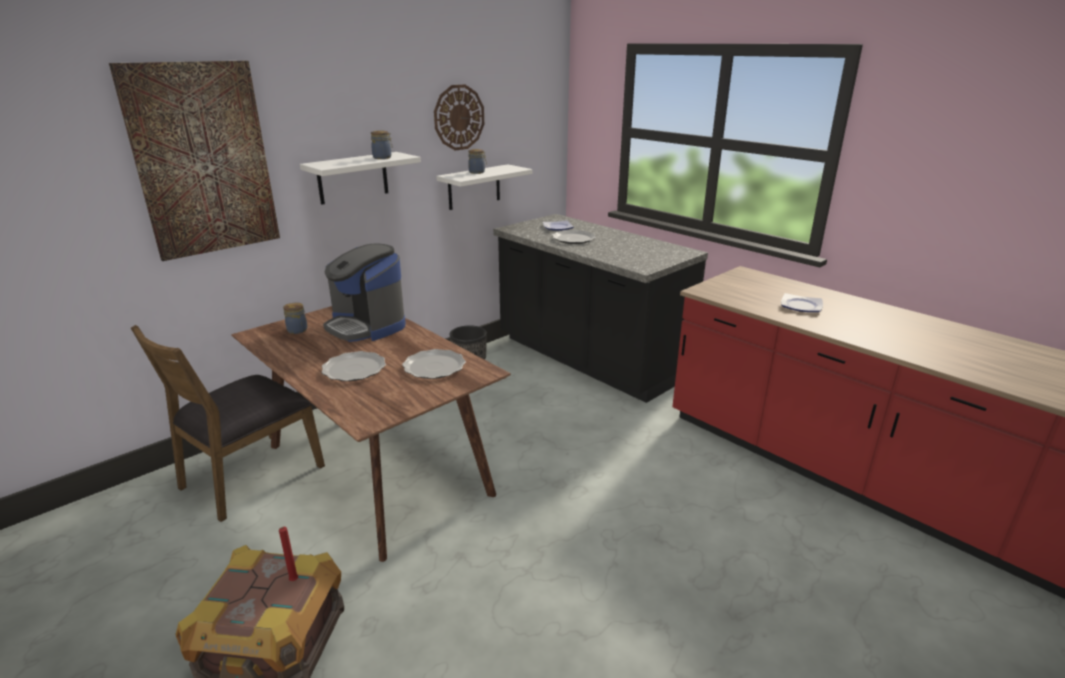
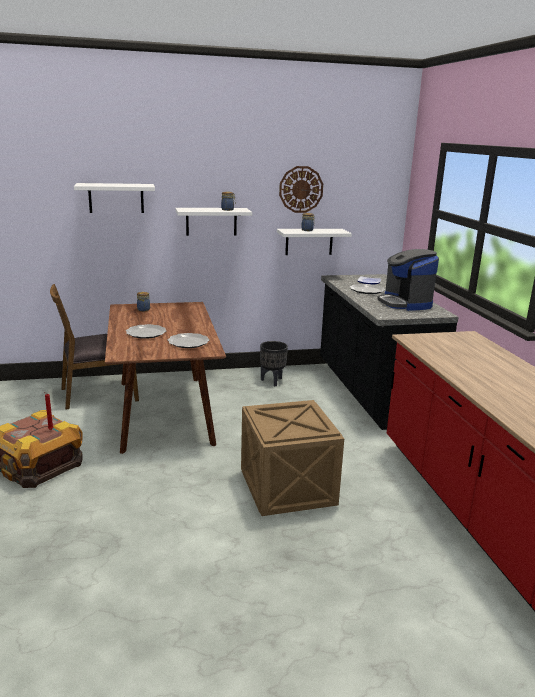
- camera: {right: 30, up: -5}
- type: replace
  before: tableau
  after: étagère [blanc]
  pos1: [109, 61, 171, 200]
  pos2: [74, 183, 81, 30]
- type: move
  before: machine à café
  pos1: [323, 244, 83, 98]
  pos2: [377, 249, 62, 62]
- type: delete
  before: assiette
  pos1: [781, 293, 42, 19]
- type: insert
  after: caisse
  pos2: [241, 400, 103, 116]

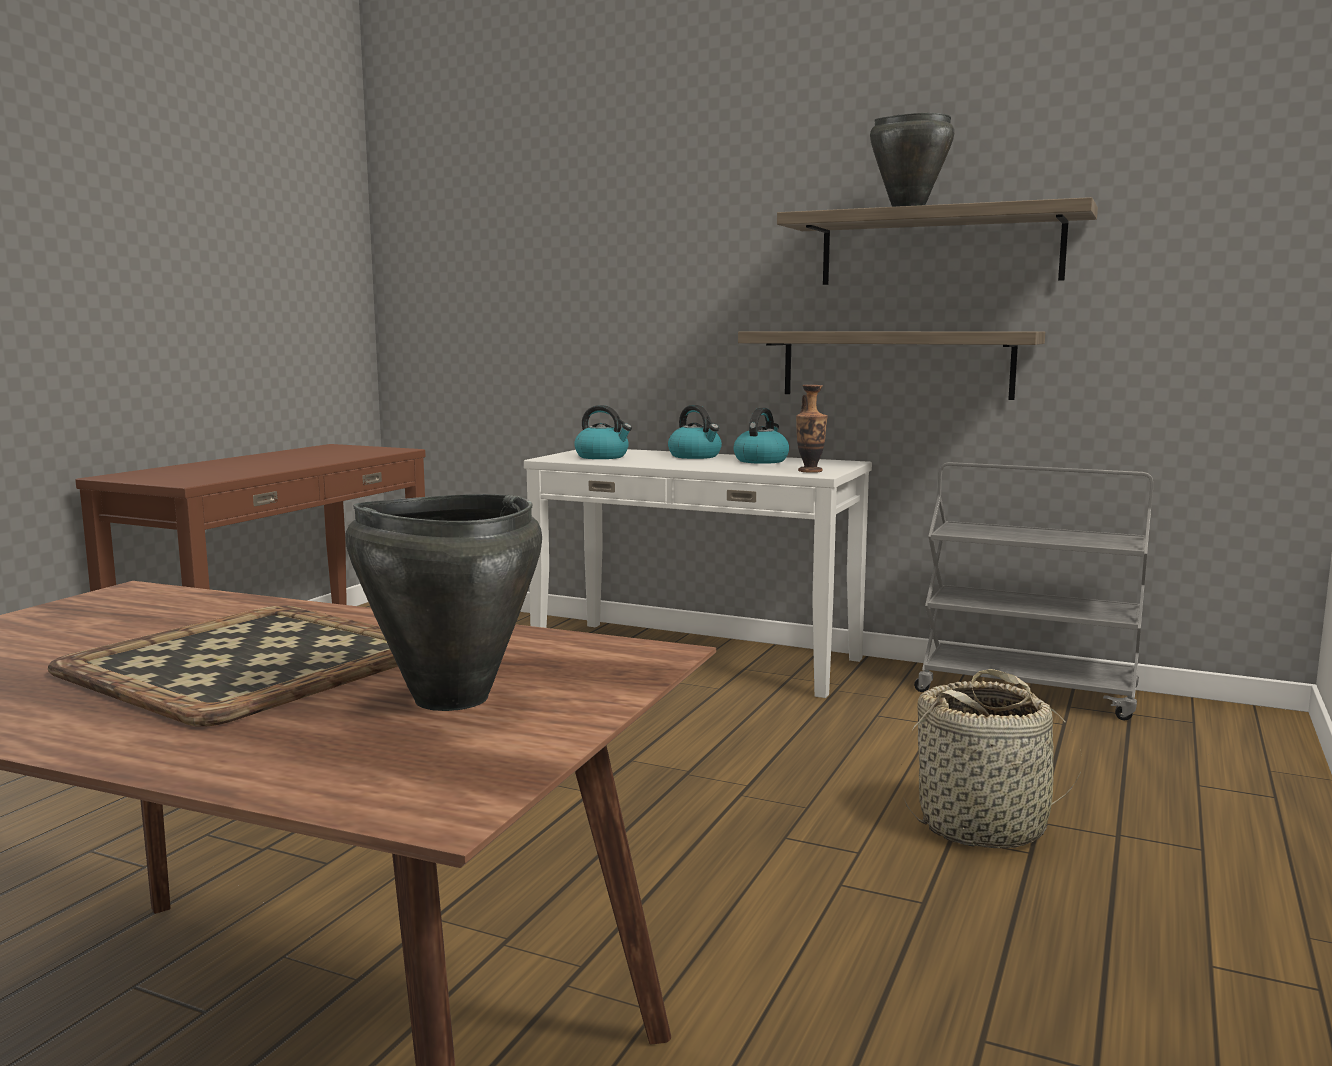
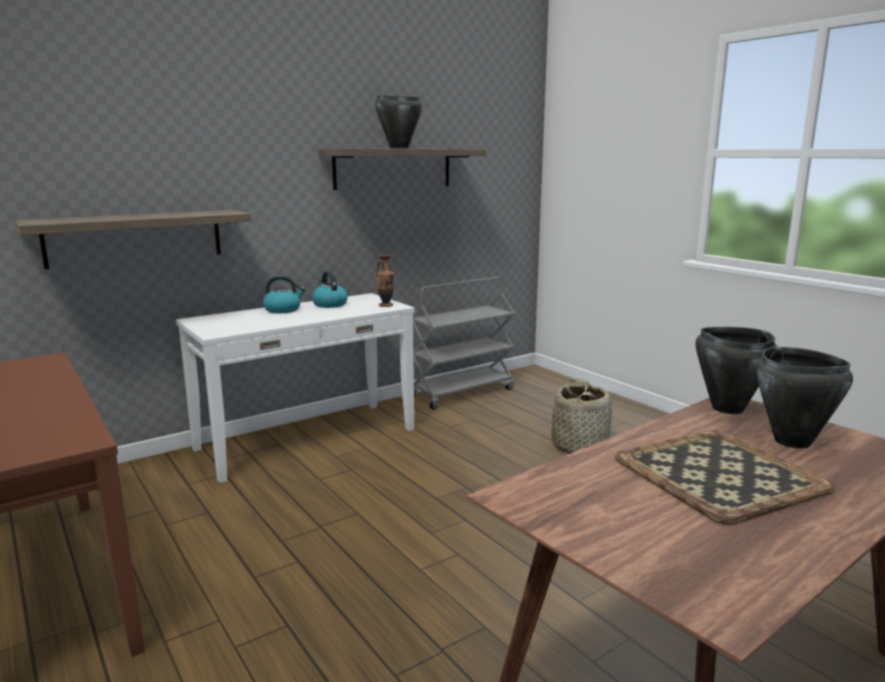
- camera: {right: -60, up: 5}
- type: delete
  before: bouilloire
  pos1: [574, 405, 58, 54]
- type: move
  before: étagère
  pos1: [738, 331, 307, 69]
  pos2: [14, 210, 237, 59]
- type: insert
  after: marmite [noir]
  pos2: [695, 327, 82, 87]

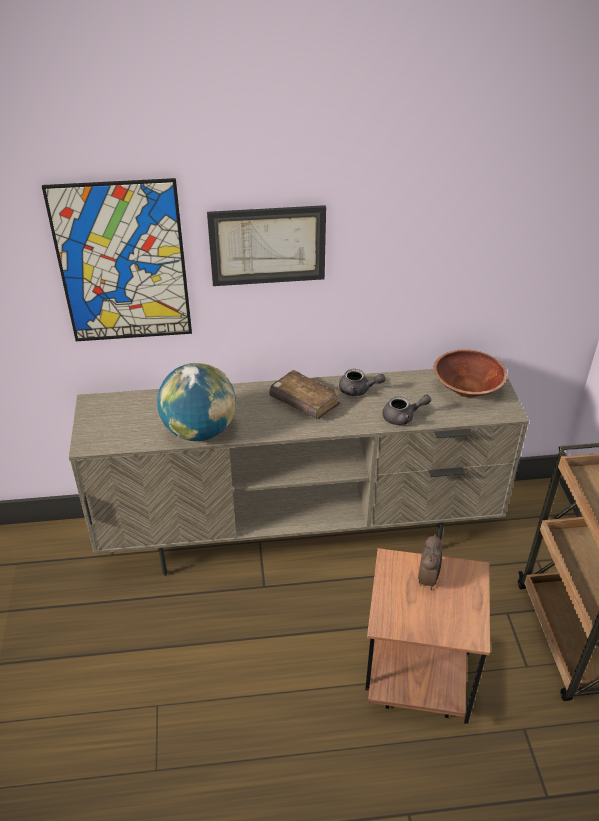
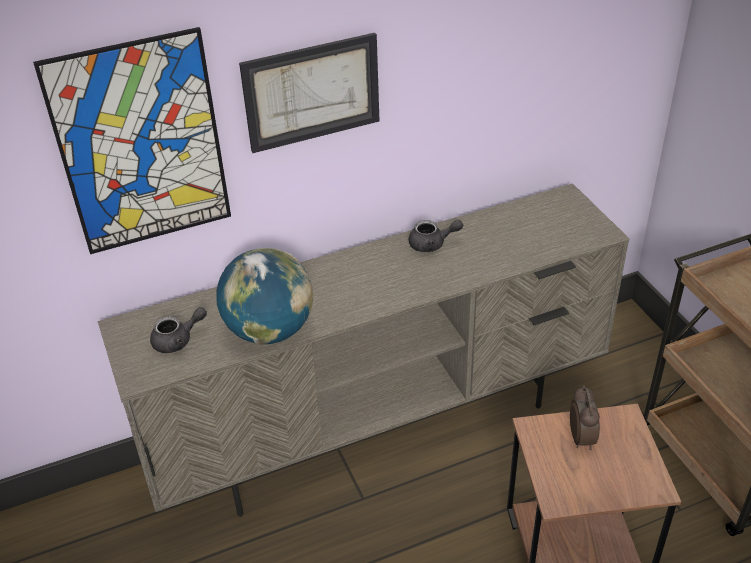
- camera: {right: -15, up: 0}
- type: delete
  before: livre [marron]
  pos1: [269, 370, 72, 49]
- type: move
  before: théière [gris]
  pos1: [382, 394, 49, 31]
  pos2: [150, 307, 57, 46]
- type: delete
  before: bol [marron]
  pos1: [434, 349, 73, 48]

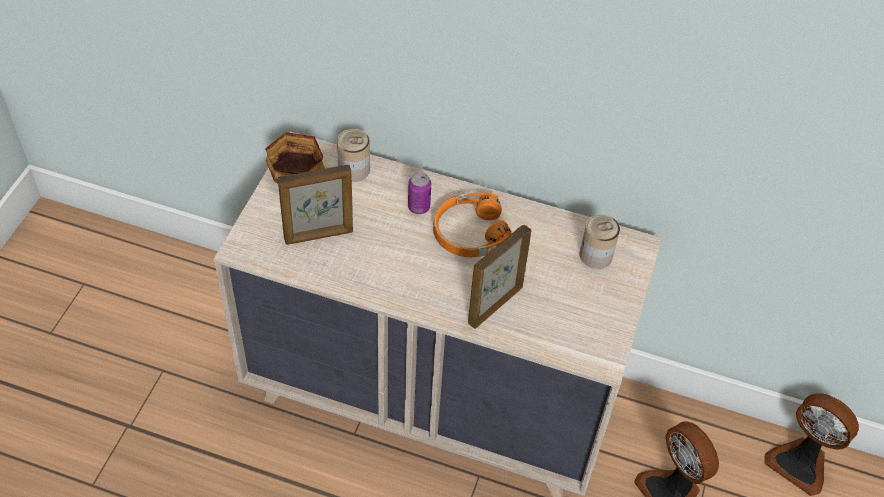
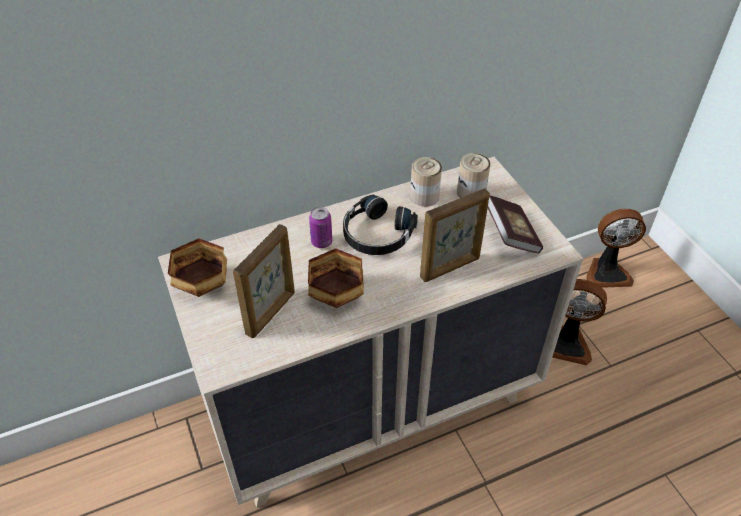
- camera: {right: -40, up: -5}
- type: move
  before: boîte métallique
  pos1: [337, 129, 33, 53]
  pos2: [410, 157, 32, 50]
- type: recolor
  before: casque audio [orange]
  after: casque audio [noir]
  pos1: [433, 192, 79, 65]
  pos2: [343, 194, 75, 61]
- type: rotate
  before: cadre photo
  pos1: [468, 225, 63, 104]
  pos2: [420, 189, 70, 93]
  turn: -120
- type: insert
  after: bol
  pos2: [308, 248, 56, 60]
- type: insert
  after: livre
  pos2: [488, 195, 55, 59]

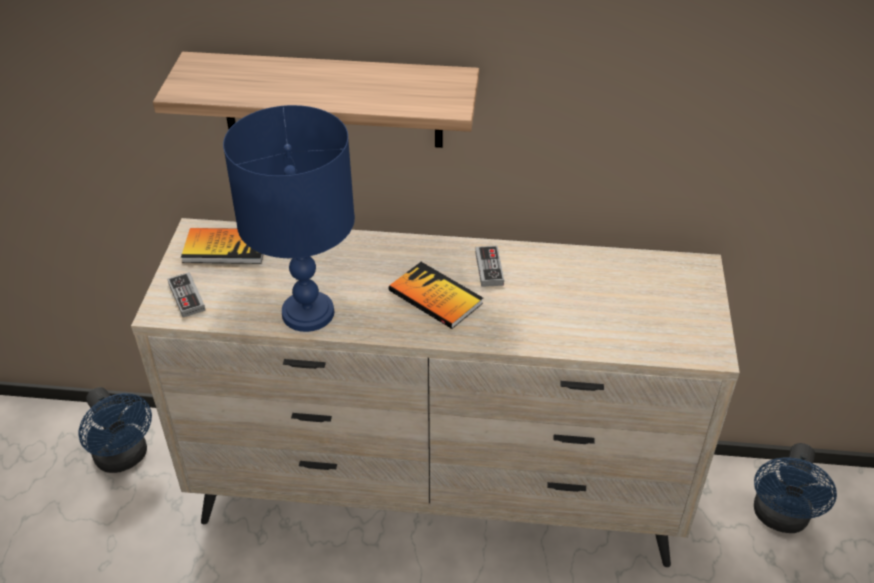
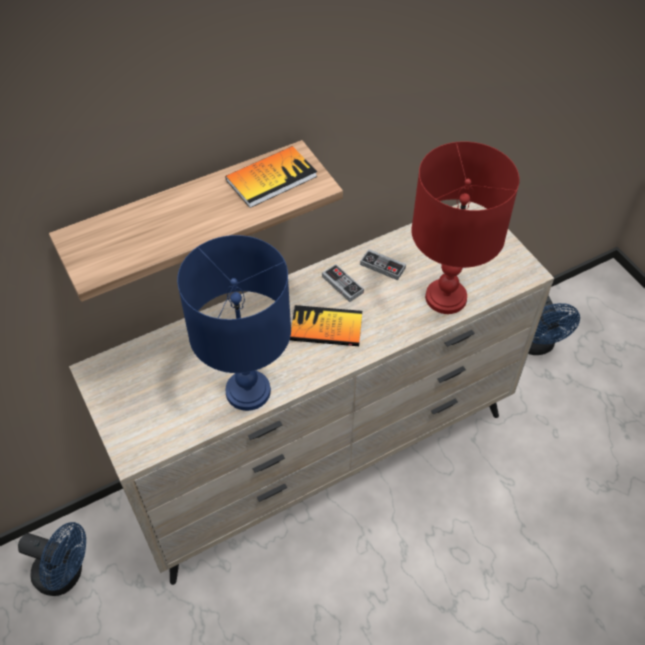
- camera: {right: -35, up: 10}
- type: move
  before: manette
  pos1: [167, 272, 39, 46]
  pos2: [360, 249, 46, 31]
- type: move
  before: livre
  pos1: [181, 228, 82, 36]
  pos2: [225, 146, 92, 62]
- type: insert
  after: lampe de table [rouge]
  pos2: [411, 141, 108, 173]

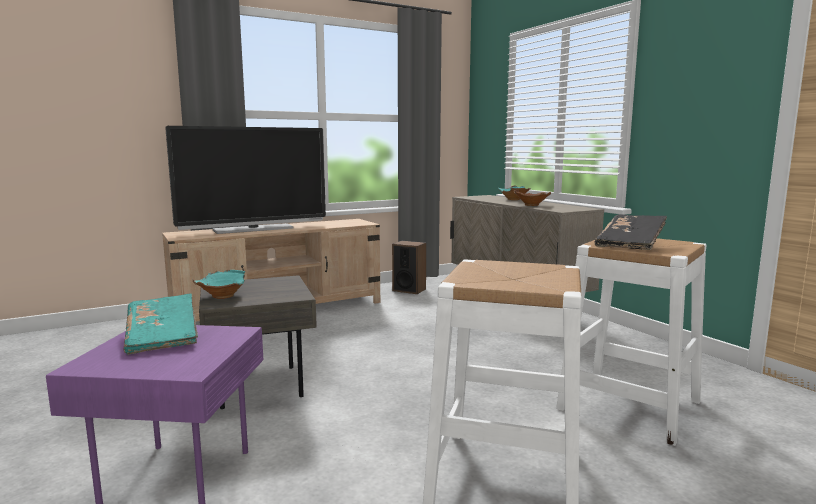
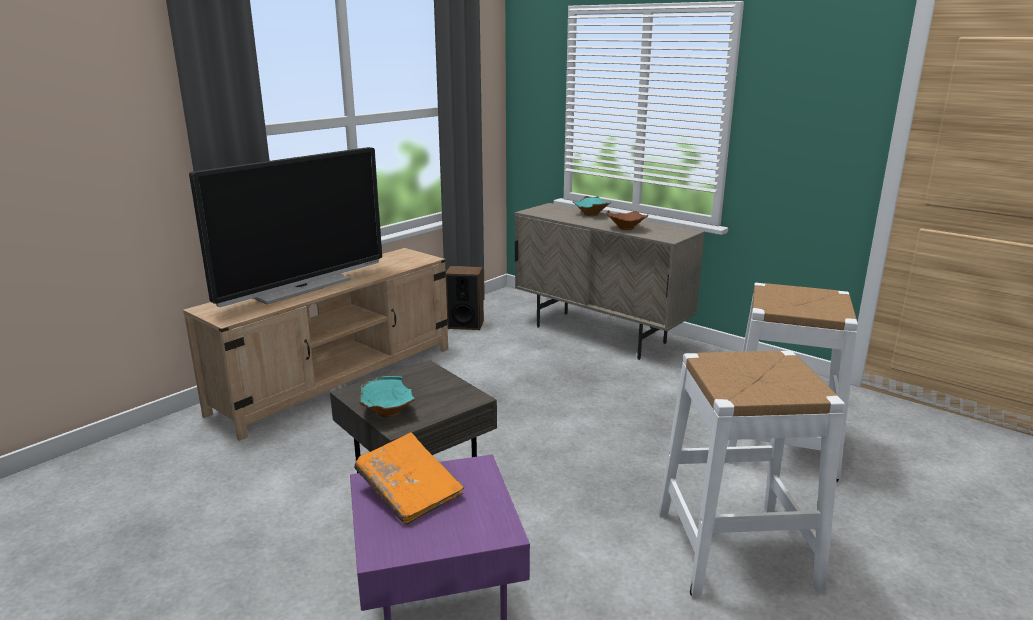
- camera: {right: -20, up: 10}
- type: recolor
  before: livre [turquoise]
  after: livre [orange]
  pos1: [124, 293, 74, 62]
  pos2: [354, 432, 110, 93]
- type: delete
  before: livre [noir]
  pos1: [594, 214, 73, 36]

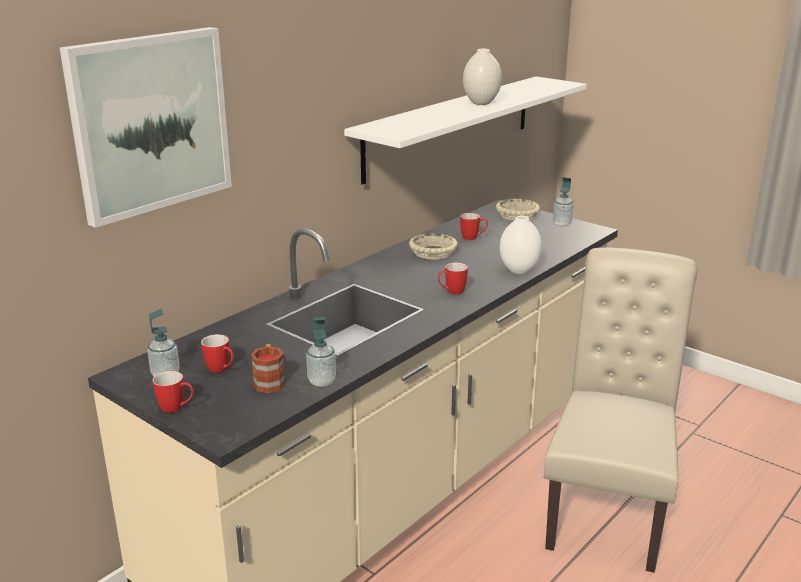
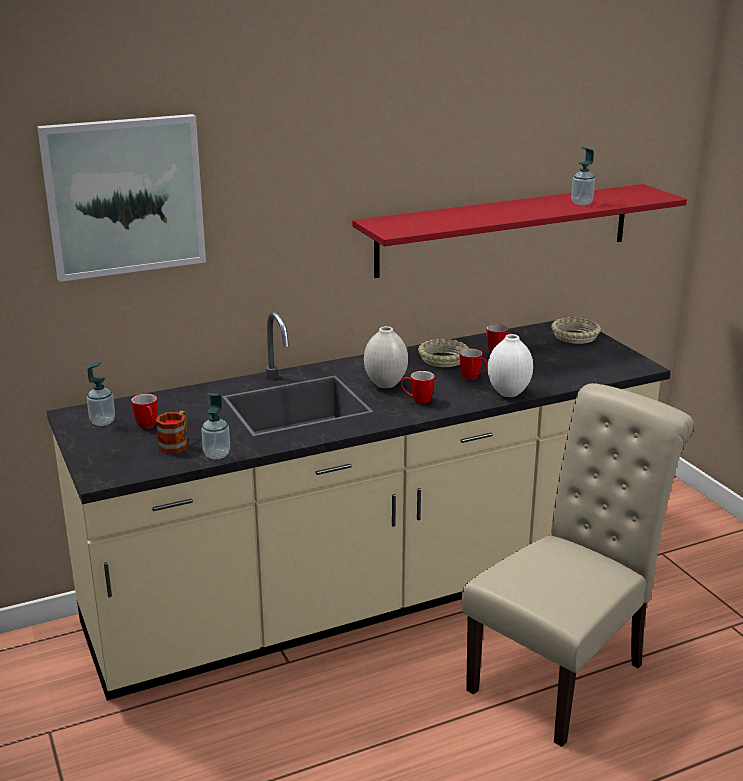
- camera: {right: 25, up: 0}
- type: move
  before: mug
  pos1: [152, 371, 42, 42]
  pos2: [460, 348, 28, 32]
- type: recolor
  before: étagère [blanc]
  after: étagère [rouge]
  pos1: [344, 76, 242, 109]
  pos2: [352, 184, 335, 94]
- type: move
  before: vase [blanc]
  pos1: [463, 49, 39, 56]
  pos2: [364, 326, 44, 62]
- type: move
  before: distributeur de savon
  pos1: [553, 177, 21, 49]
  pos2: [571, 147, 24, 58]

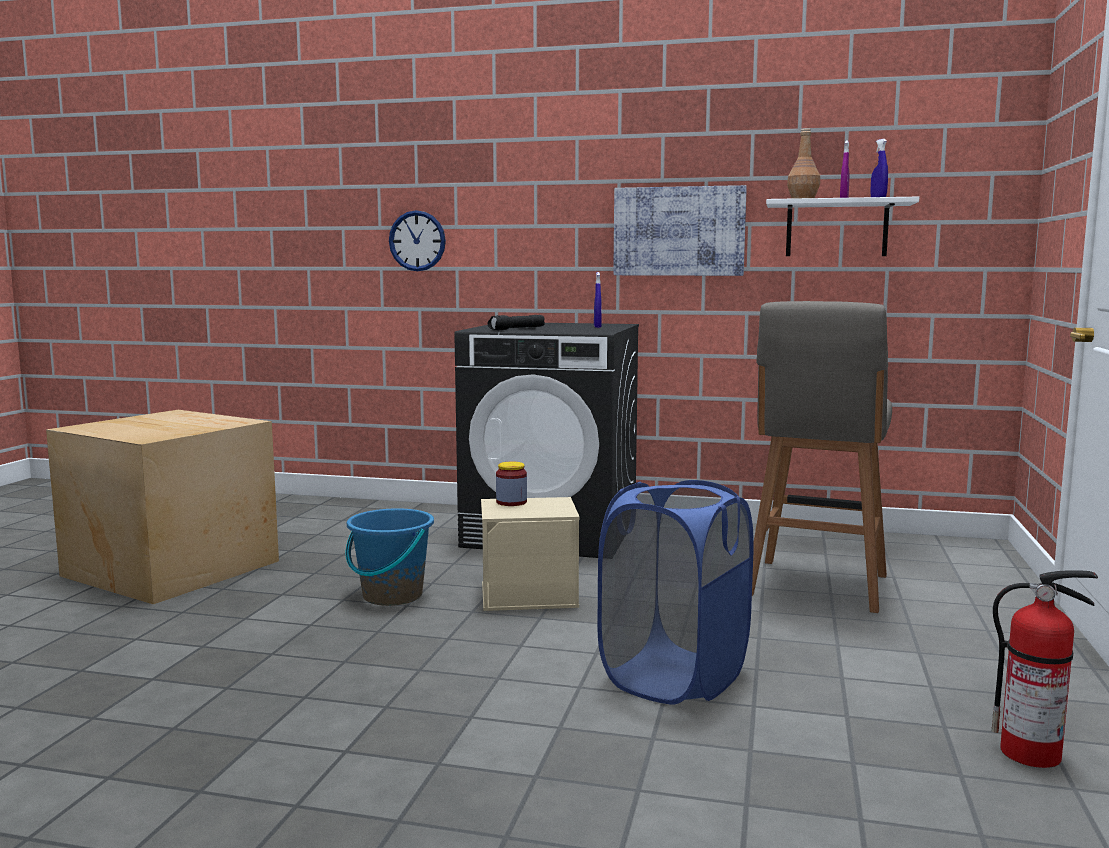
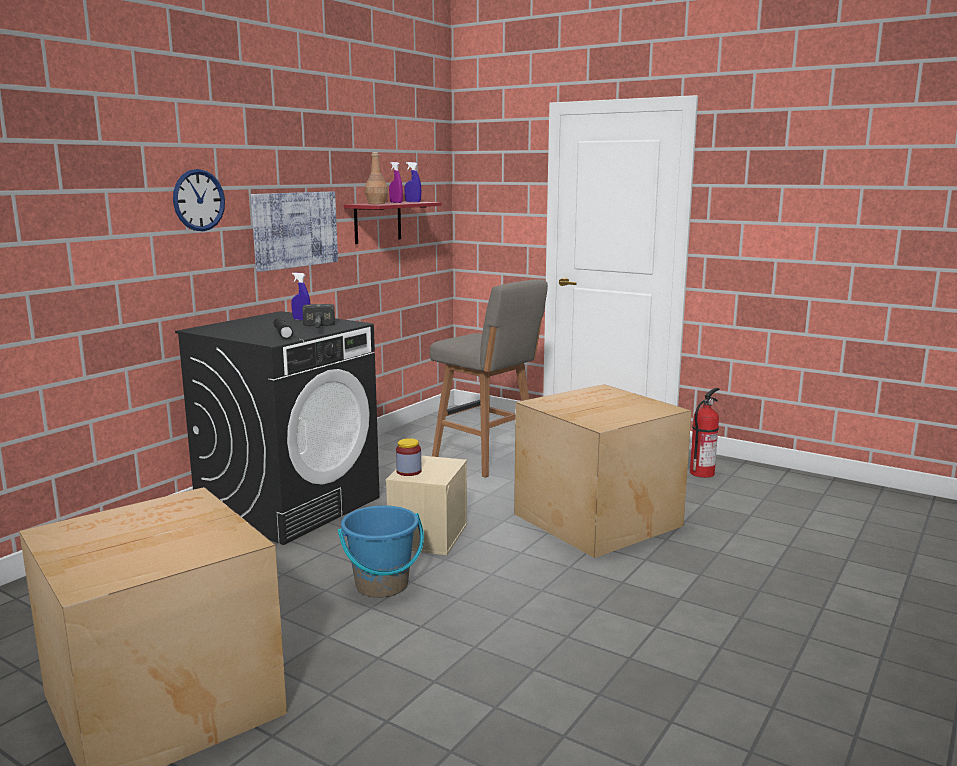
- camera: {right: -70, up: 5}
- type: move
  before: horloge murale
  pos1: [389, 210, 57, 61]
  pos2: [173, 169, 52, 62]
- type: replace
  before: panier à linge [bleu]
  after: carton
  pos1: [598, 480, 156, 224]
  pos2: [514, 384, 178, 174]
- type: recolor
  before: étagère [blanc]
  after: étagère [rouge]
  pos1: [766, 197, 153, 59]
  pos2: [344, 201, 98, 43]
- type: insert
  after: marteau
  pos2: [303, 304, 32, 24]

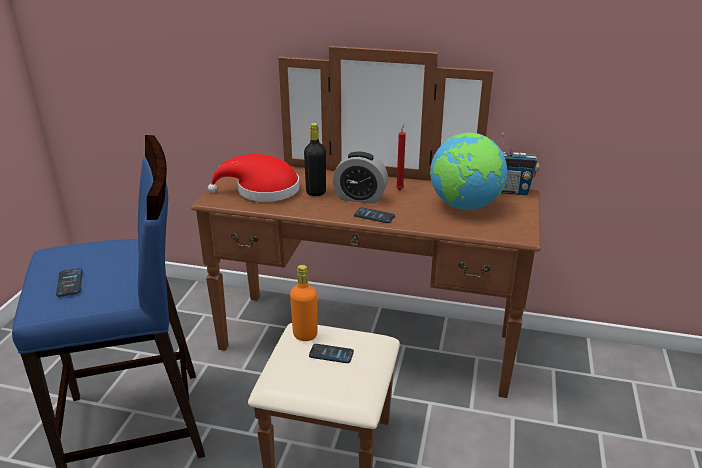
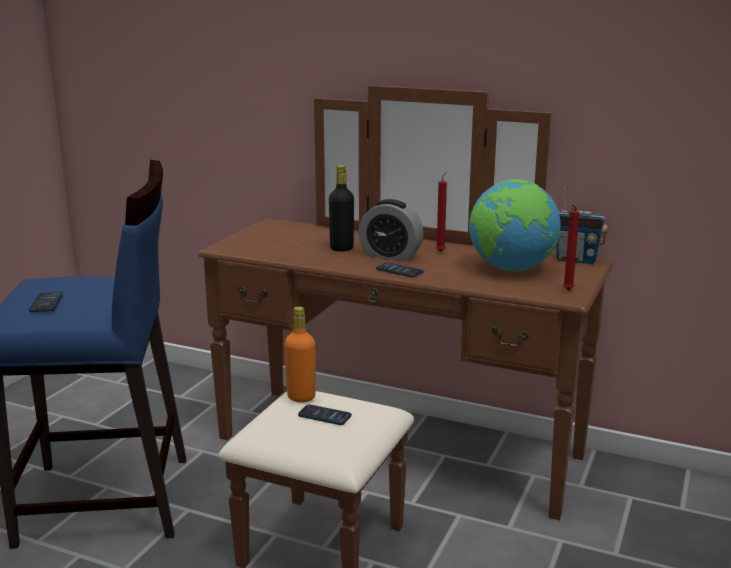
- camera: {right: 10, up: -10}
- type: delete
  before: chapeau [rouge]
  pos1: [208, 154, 92, 48]
- type: insert
  after: bougie [rouge]
  pos2: [563, 205, 17, 85]

